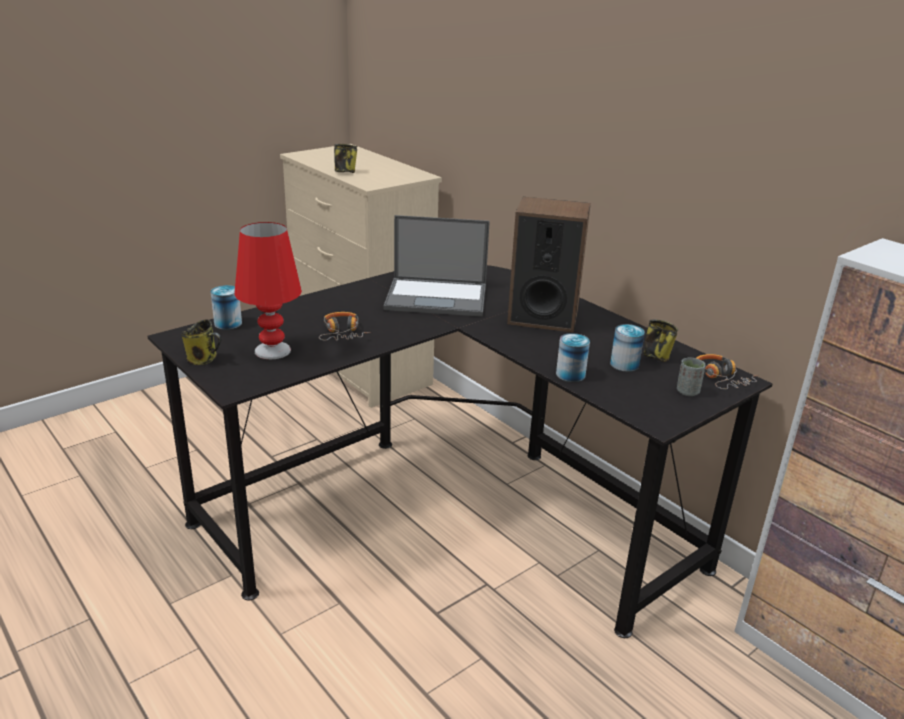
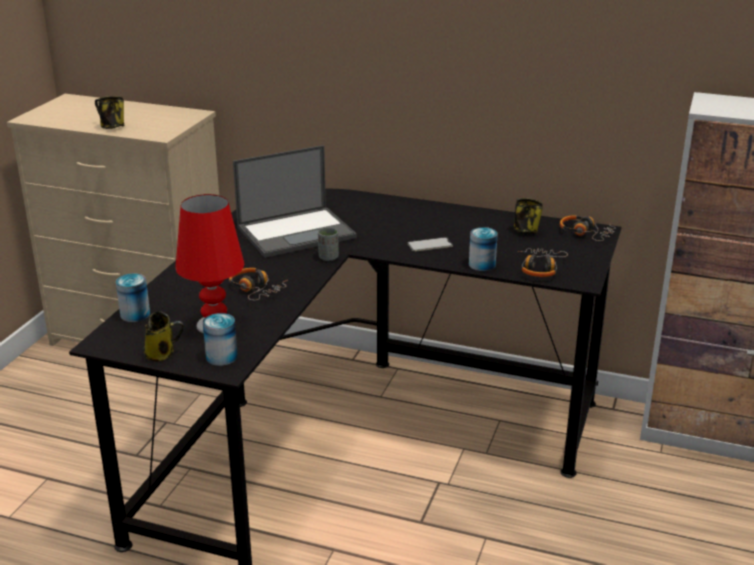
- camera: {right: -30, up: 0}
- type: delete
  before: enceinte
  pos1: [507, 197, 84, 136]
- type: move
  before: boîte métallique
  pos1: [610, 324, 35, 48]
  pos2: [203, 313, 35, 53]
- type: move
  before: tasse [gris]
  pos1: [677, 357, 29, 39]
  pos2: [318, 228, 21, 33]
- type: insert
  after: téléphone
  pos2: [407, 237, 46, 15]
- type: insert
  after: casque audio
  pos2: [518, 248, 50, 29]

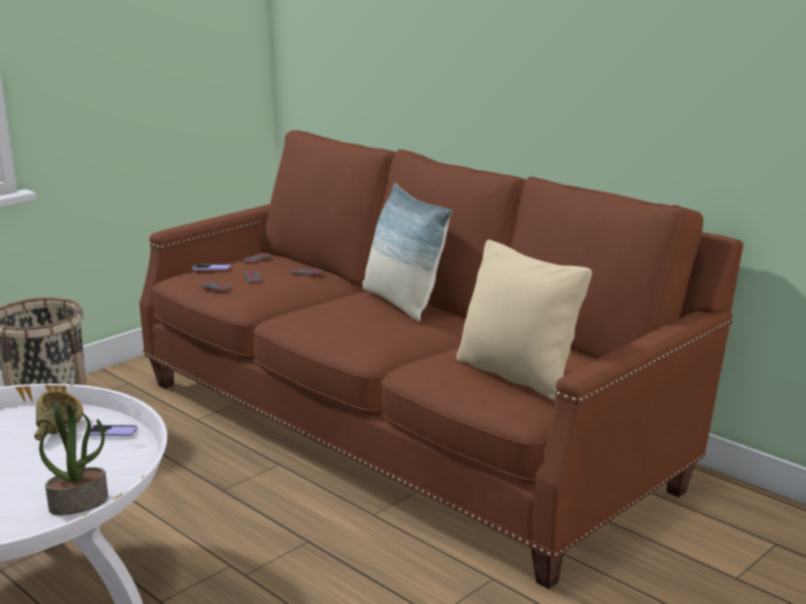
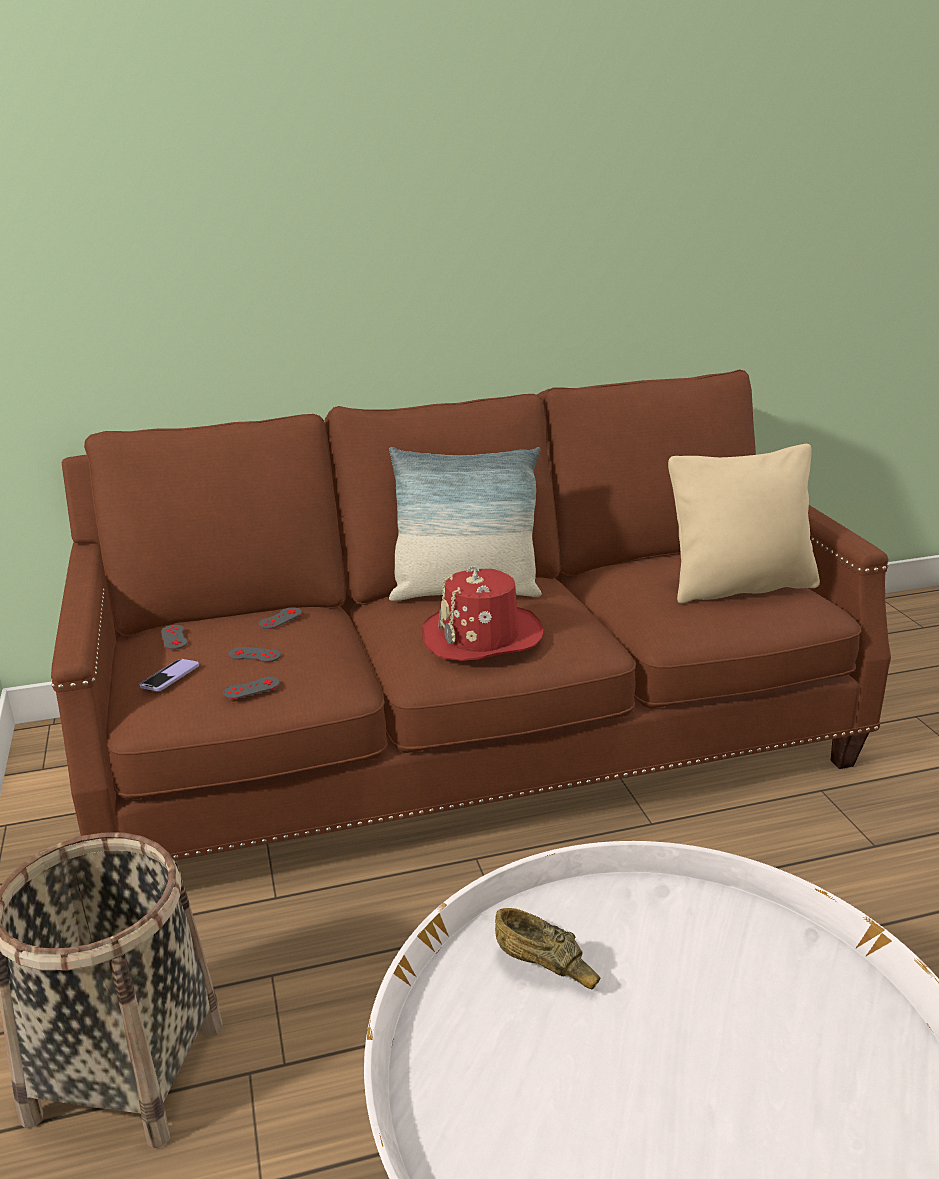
- camera: {right: -60, up: 5}
- type: delete
  before: plante en pot
  pos1: [39, 404, 69, 111]
- type: delete
  before: téléphone
  pos1: [89, 425, 49, 11]
- type: insert
  after: chapeau [rouge]
  pos2: [422, 565, 121, 96]

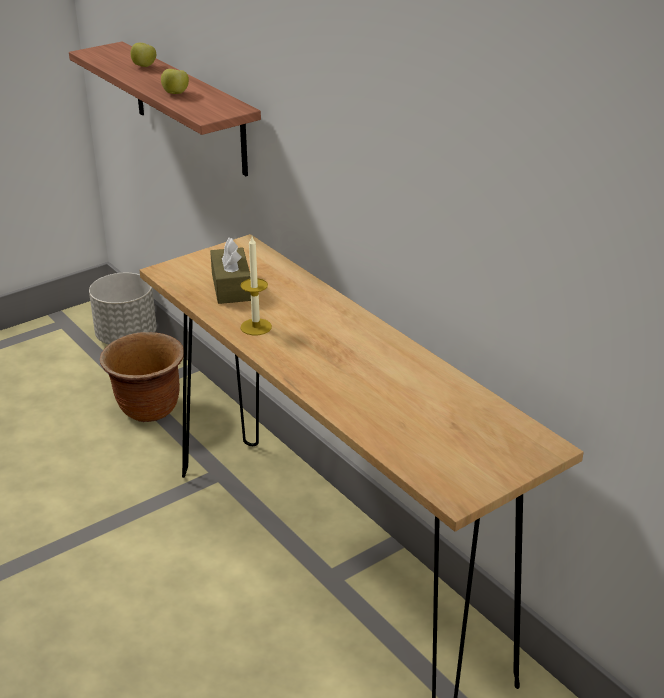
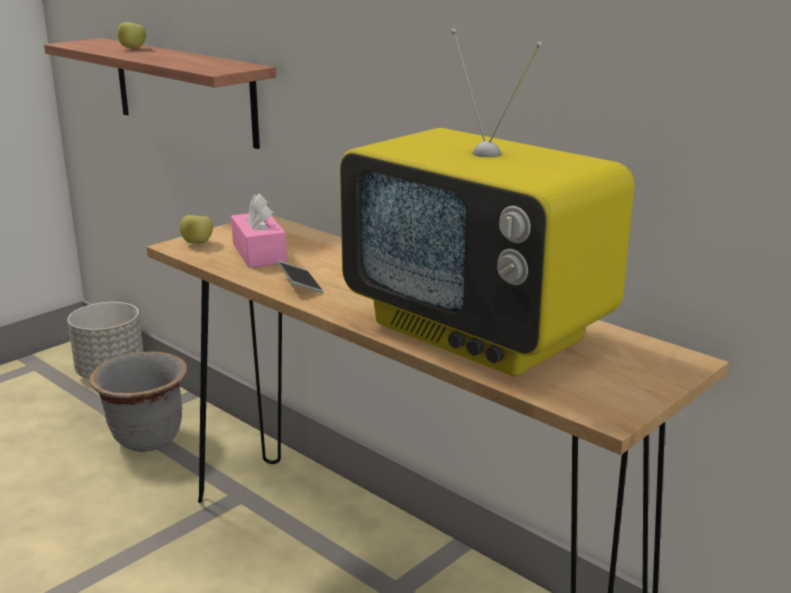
- camera: {right: -10, up: -10}
- type: recolor
  before: cache-pot [marron]
  after: cache-pot [gris]
  pos1: [100, 332, 83, 90]
  pos2: [90, 351, 97, 101]
- type: move
  before: pomme
  pos1: [161, 69, 28, 25]
  pos2: [179, 215, 34, 29]
- type: recolor
  before: boîte à mouchoirs [marron]
  after: boîte à mouchoirs [rose]
  pos1: [210, 238, 41, 66]
  pos2: [231, 193, 56, 75]
- type: replace
  before: bougie
  after: téléphone
  pos1: [240, 237, 32, 98]
  pos2: [277, 261, 46, 32]
- type: insert
  after: téléviseur
  pos2: [340, 29, 294, 348]

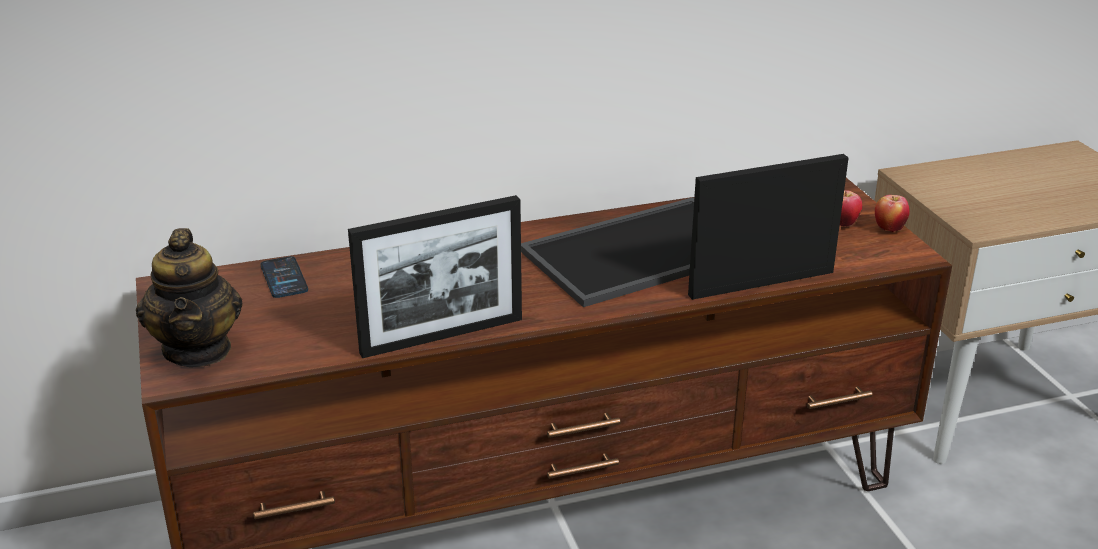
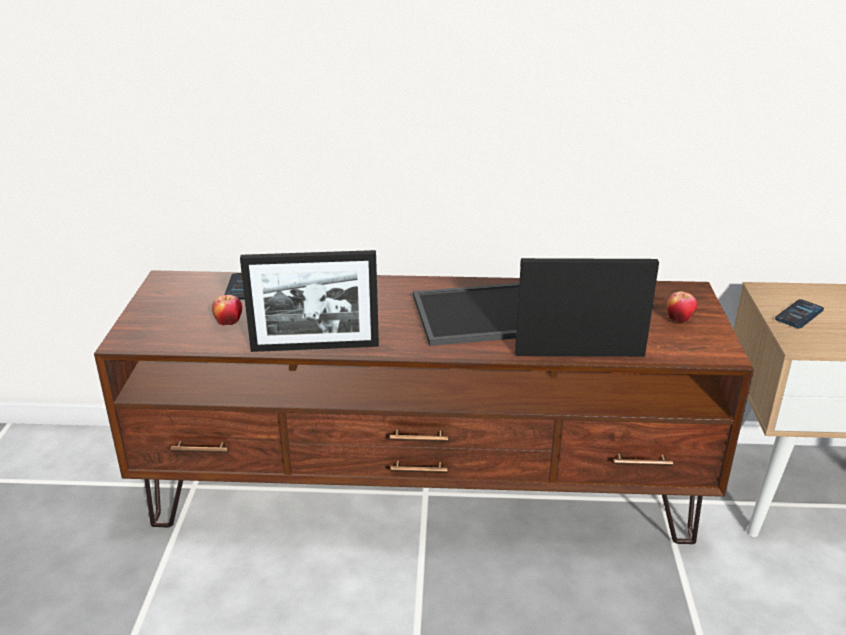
- camera: {right: 20, up: 0}
- type: delete
  before: théière
  pos1: [136, 228, 107, 139]
- type: move
  before: pomme
  pos1: [875, 195, 35, 37]
  pos2: [212, 295, 30, 30]
- type: insert
  after: téléphone
  pos2: [775, 299, 49, 29]

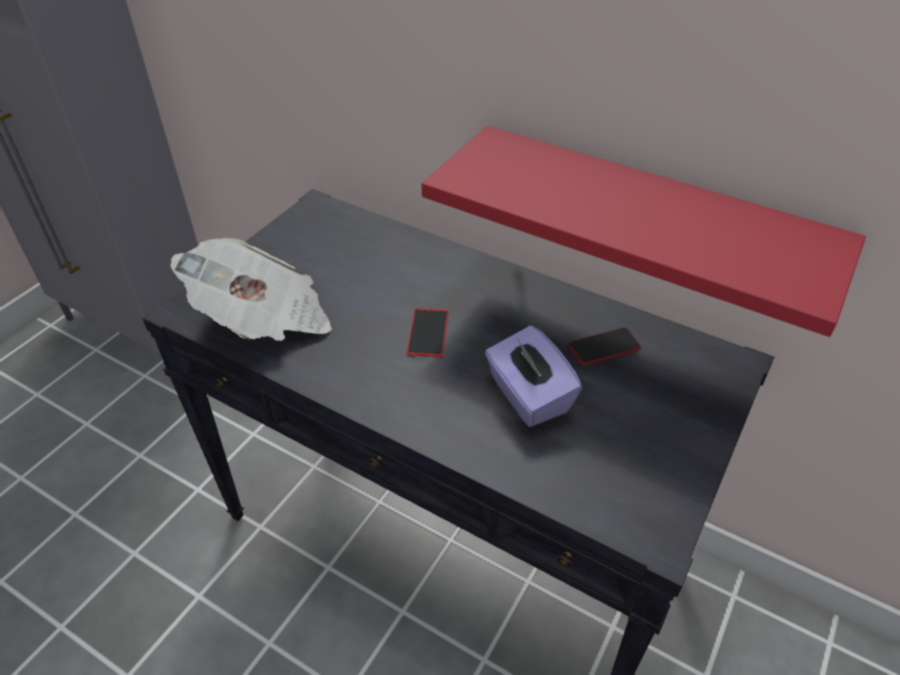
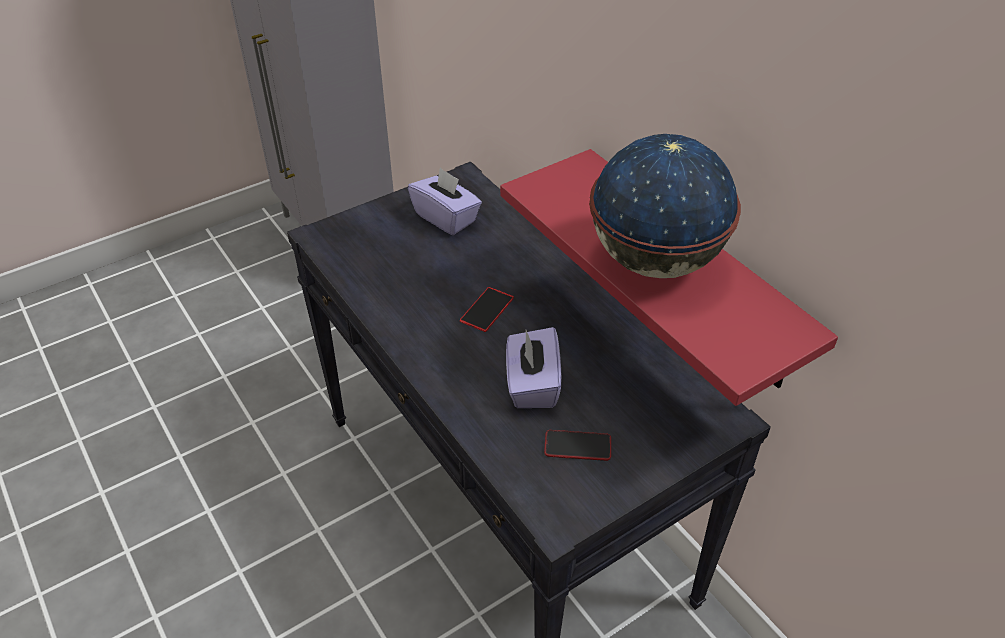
- camera: {right: 25, up: 0}
- type: delete
  before: journal
  pos1: [171, 238, 161, 103]
- type: move
  before: téléphone
  pos1: [568, 328, 73, 37]
  pos2: [544, 430, 67, 31]
- type: insert
  after: boîte à mouchoirs [violet]
  pos2: [408, 167, 74, 68]
- type: insert
  after: globe
  pos2: [589, 134, 152, 144]

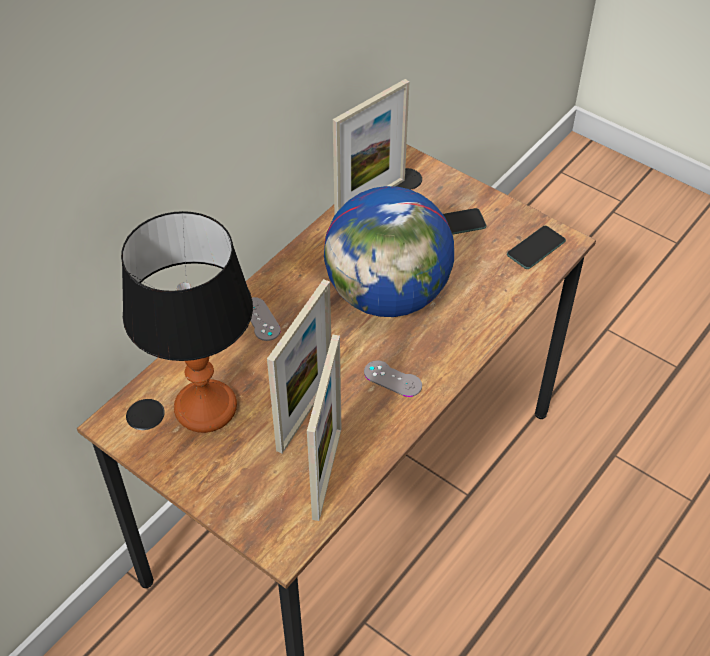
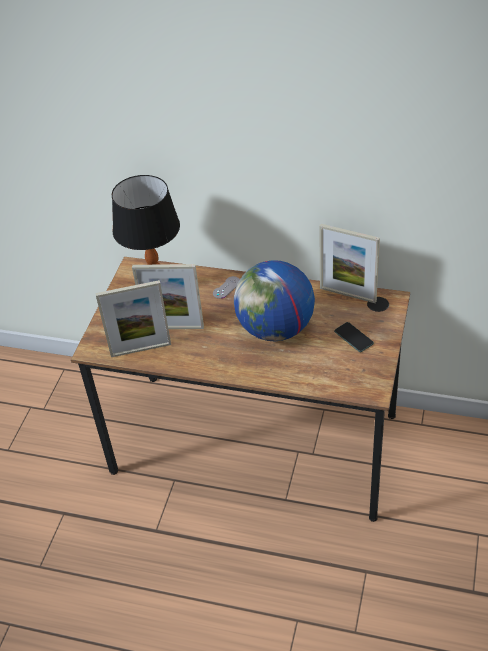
- camera: {right: 70, up: -5}
- type: delete
  before: manette [gris]
  pos1: [364, 360, 58, 37]
- type: delete
  before: téléphone
  pos1: [507, 226, 59, 43]

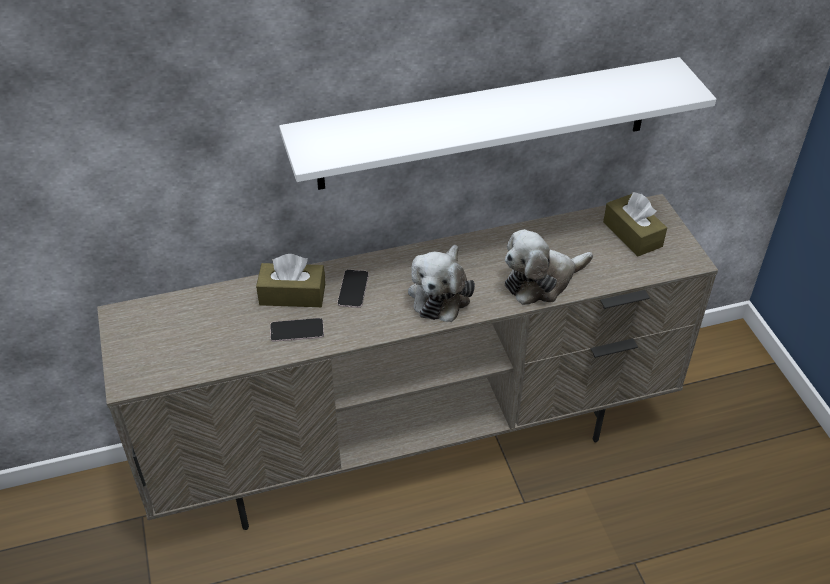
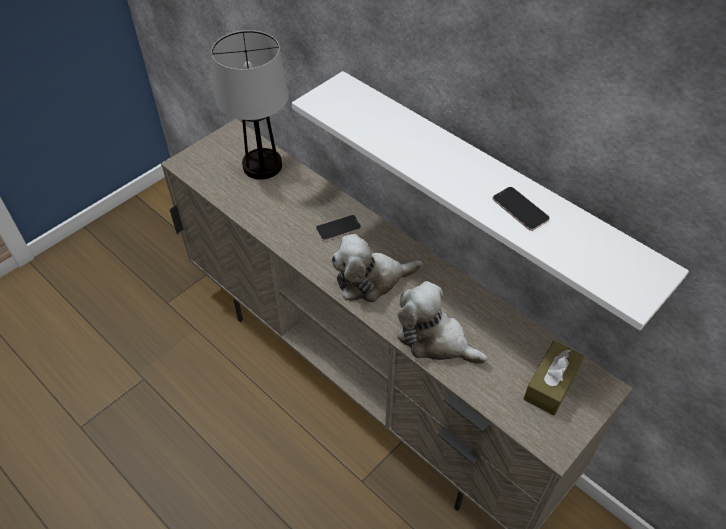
- camera: {right: 60, up: 5}
- type: delete
  before: boîte à mouchoirs [marron]
  pos1: [256, 254, 69, 53]
- type: move
  before: téléphone
  pos1: [270, 318, 54, 24]
  pos2: [492, 187, 58, 44]
- type: insert
  after: lampe de table
  pos2: [211, 30, 78, 150]

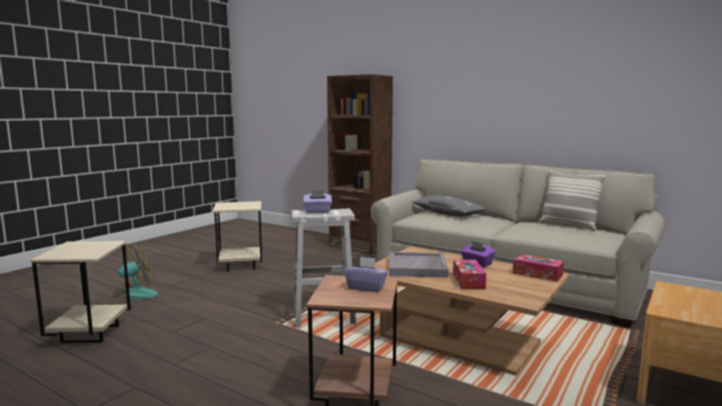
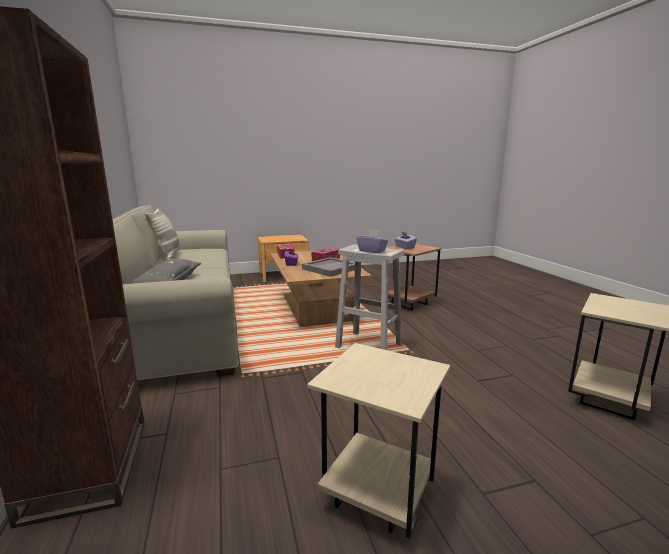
- camera: {right: -140, up: 5}
- type: delete
  before: ventilateur
  pos1: [107, 245, 52, 62]

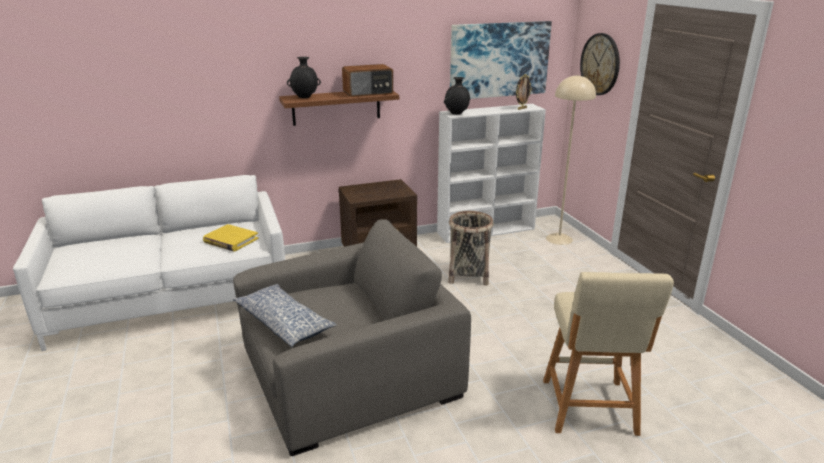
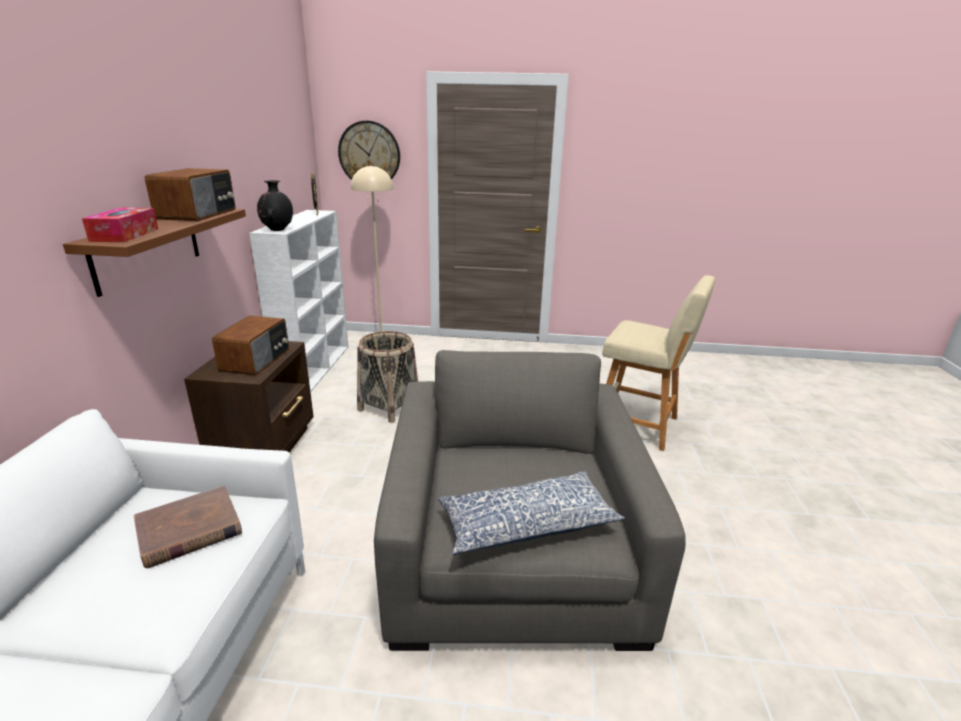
- camera: {right: -65, up: 0}
- type: recolor
  before: livre [jaune]
  after: livre [marron]
  pos1: [203, 224, 56, 28]
  pos2: [134, 486, 108, 82]
- type: replace
  before: vase [noir]
  after: boîte à mouchoirs
  pos1: [287, 57, 34, 41]
  pos2: [82, 207, 76, 35]
- type: delete
  before: tableau
  pos1: [450, 21, 102, 78]
- type: insert
  after: radio
  pos2: [212, 315, 77, 60]

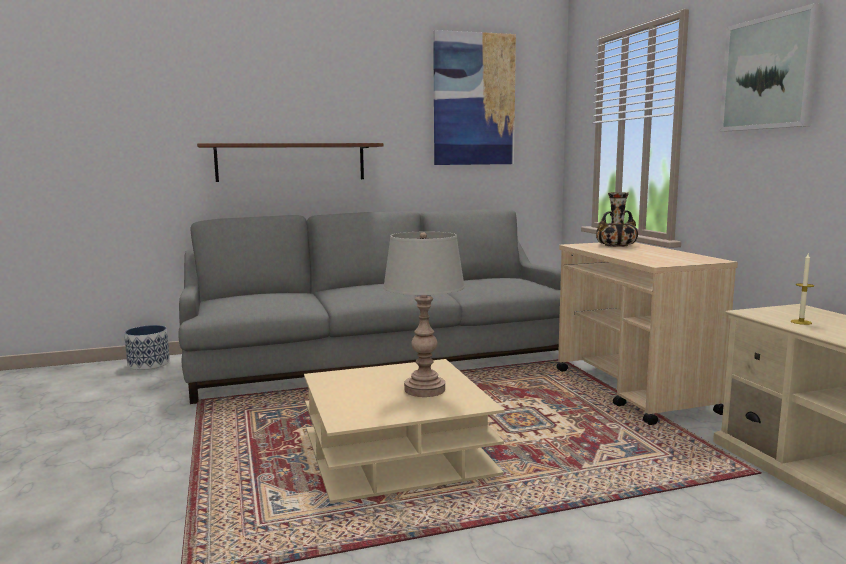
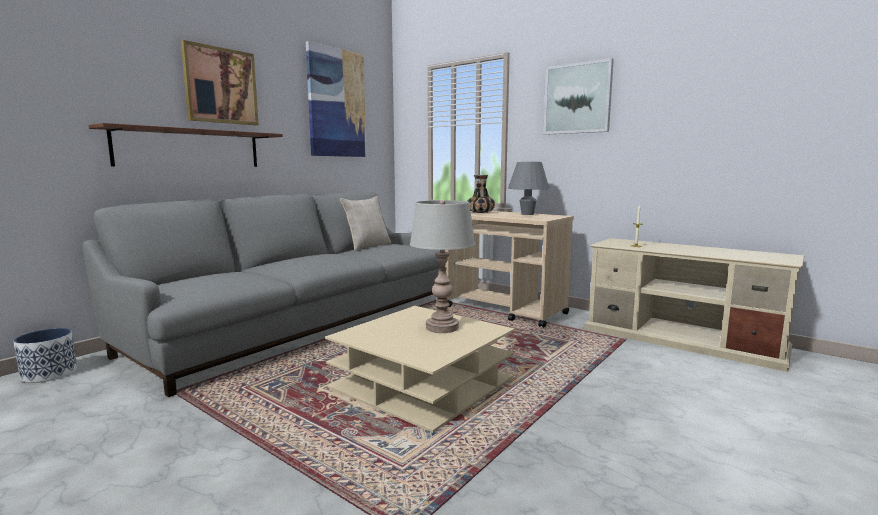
- camera: {right: -35, up: 0}
- type: insert
  after: tableau
  pos2: [181, 40, 78, 85]
- type: insert
  after: coussin [beige]
  pos2: [340, 196, 51, 55]
- type: insert
  after: lampe de table [gris]
  pos2: [508, 162, 41, 53]

